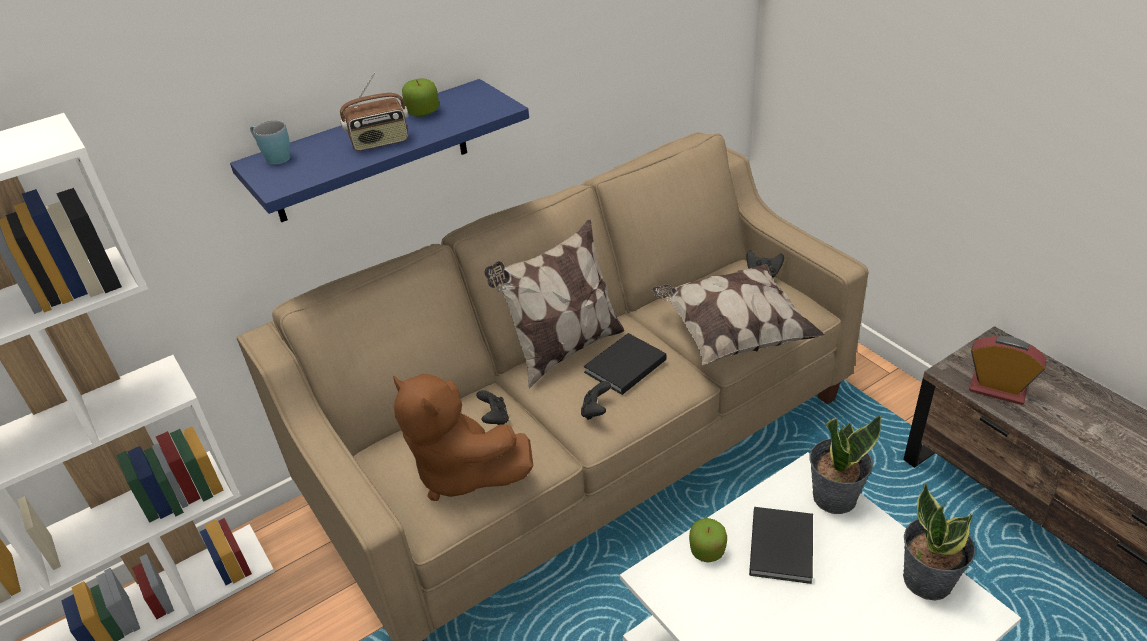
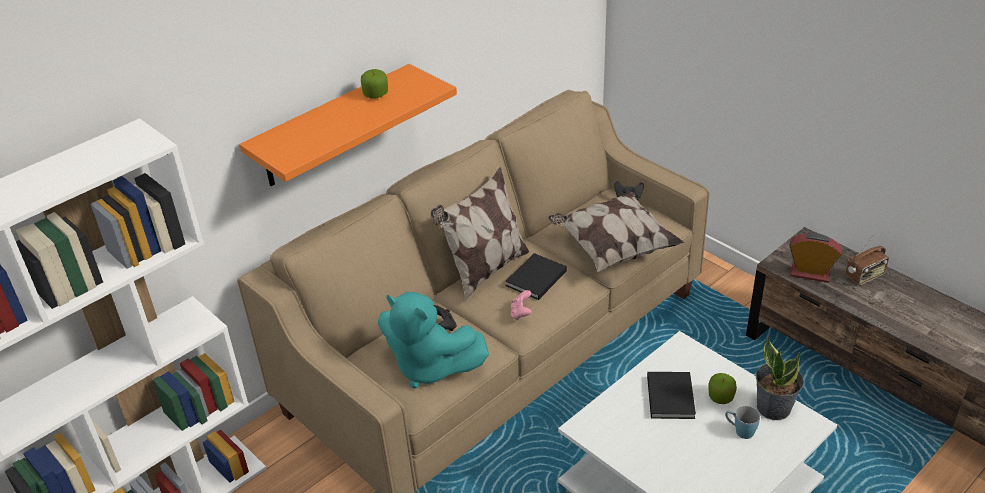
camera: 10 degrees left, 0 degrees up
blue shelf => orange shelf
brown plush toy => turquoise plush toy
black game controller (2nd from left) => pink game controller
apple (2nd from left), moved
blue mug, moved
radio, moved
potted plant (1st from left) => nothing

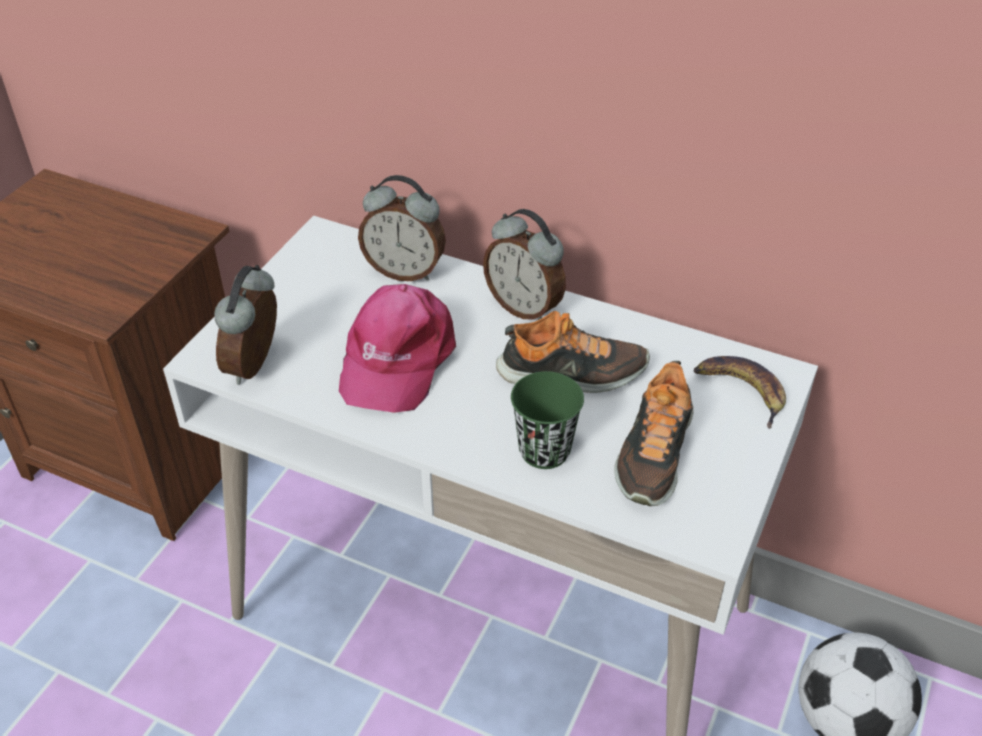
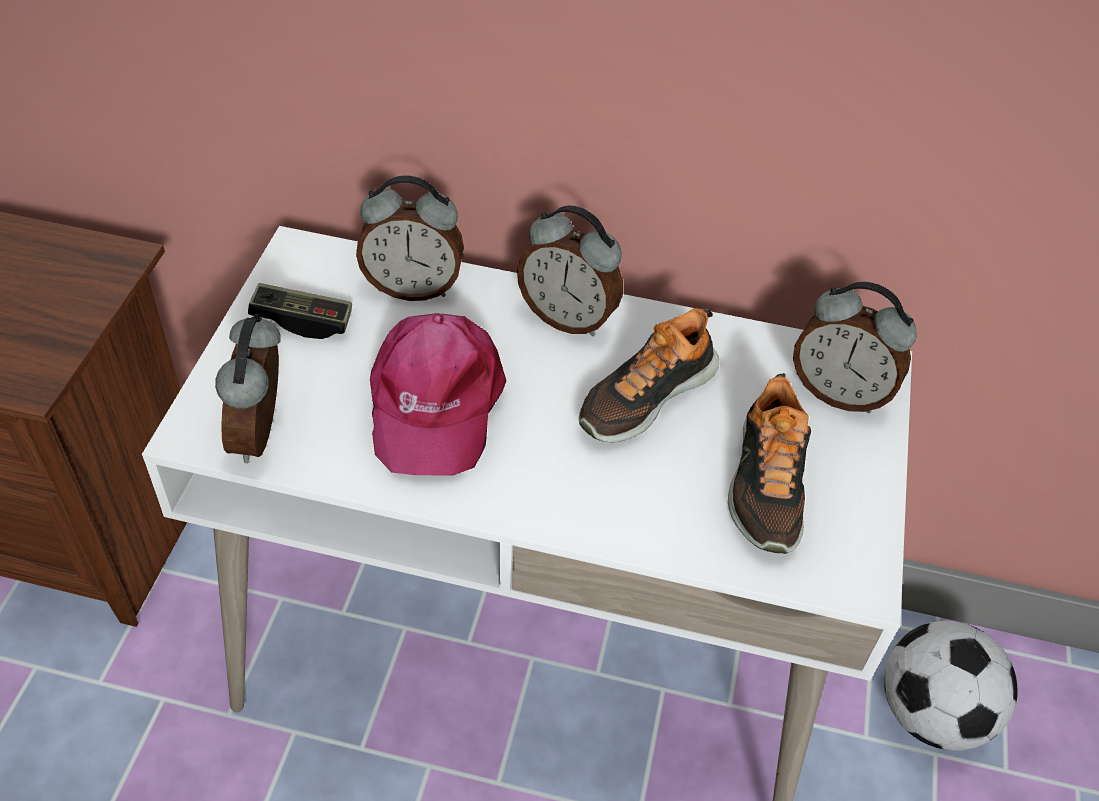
camera: 15 degrees left, 5 degrees up
nothing => game controller
shoe (1st from left), 150 degrees clockwise
banana => alarm clock (4th from left)
green cup => nothing

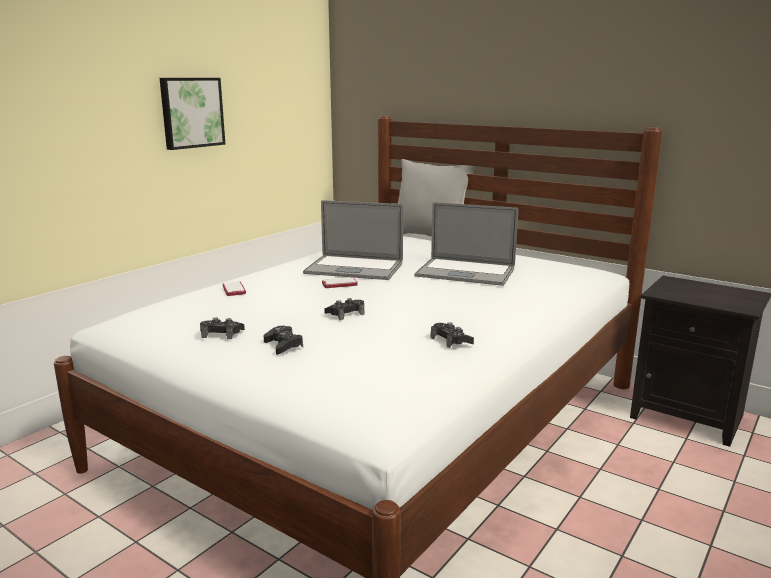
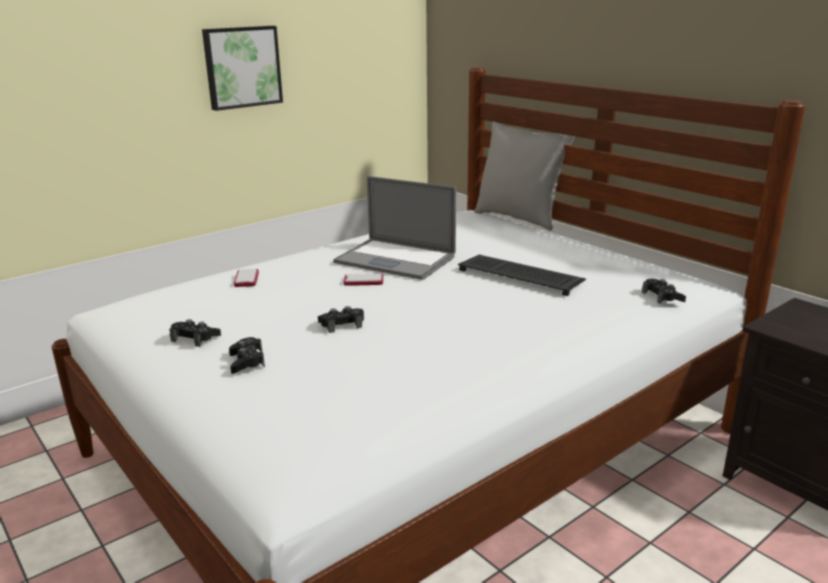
camera: 15 degrees right, 5 degrees up
laptop (2nd from left) => keyboard
black game controller (4th from left), moved

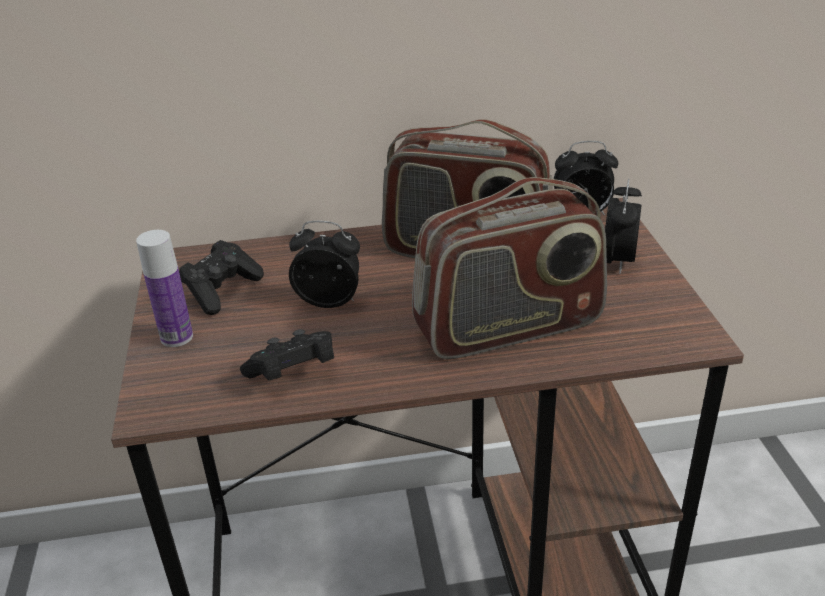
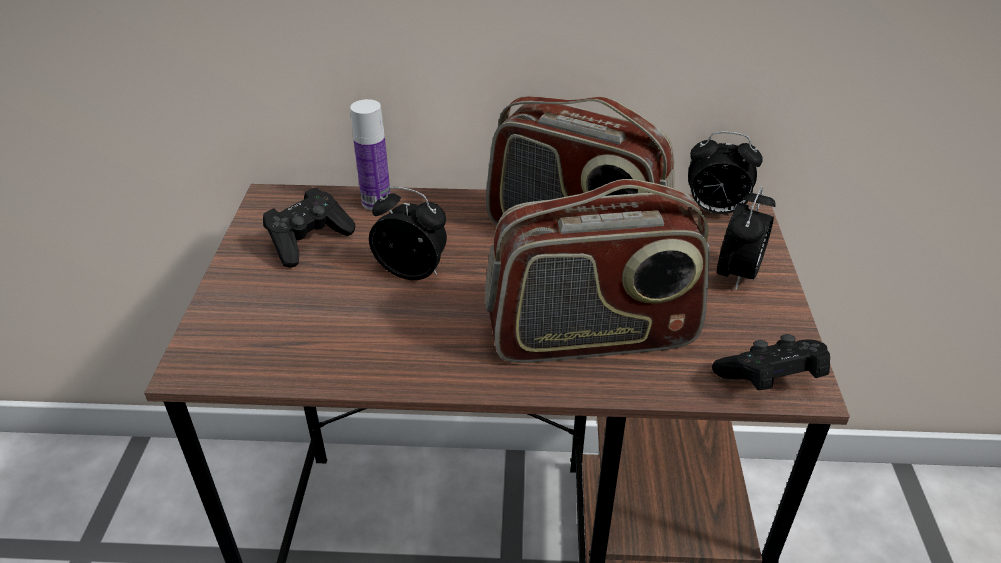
camera: 10 degrees right, 5 degrees up
bottle, moved
black game controller (2nd from left), moved

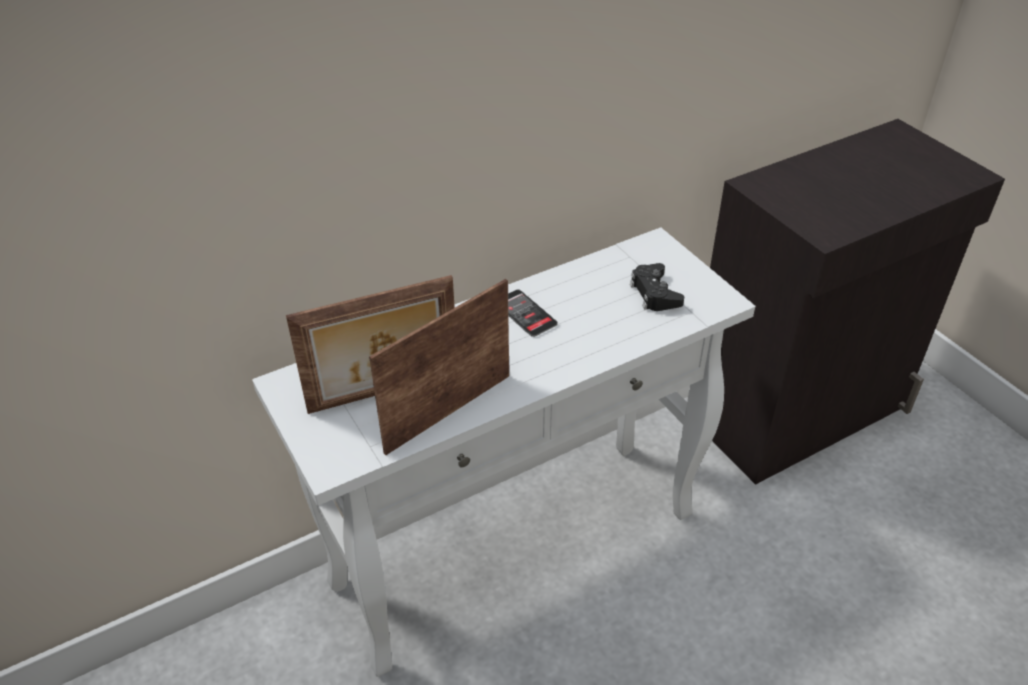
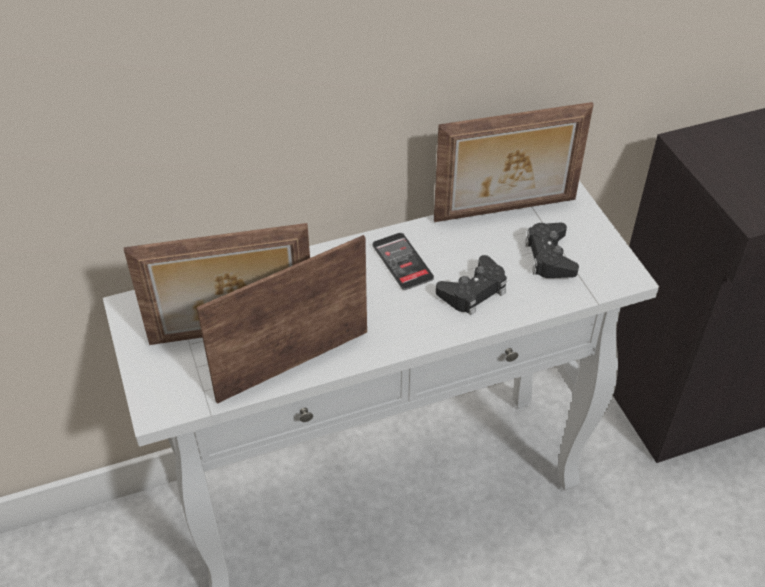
camera: 10 degrees right, 5 degrees up
nothing => picture frame (3rd from left)
nothing => black game controller (1st from left)

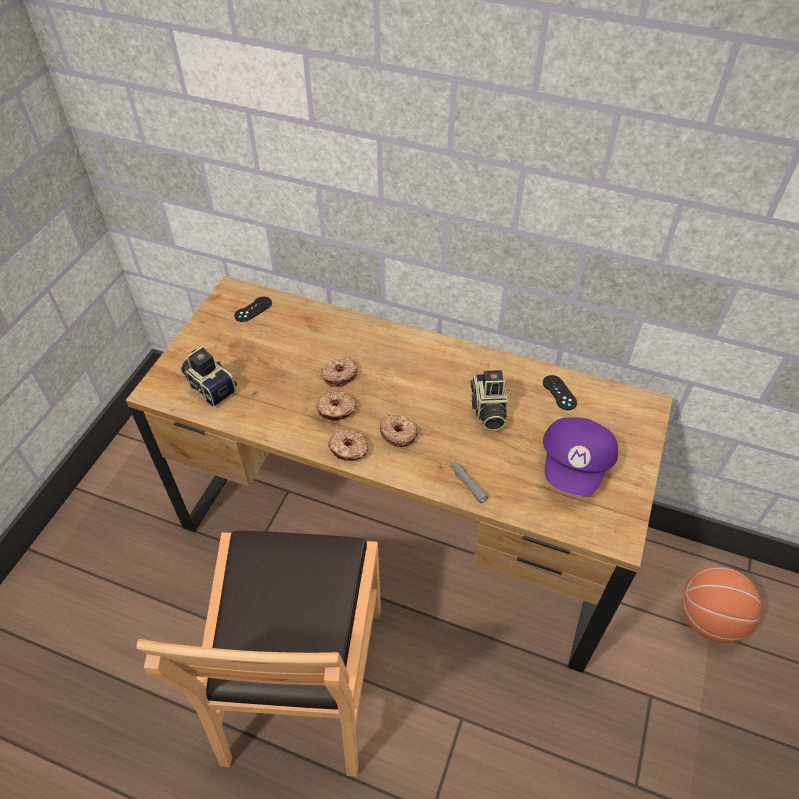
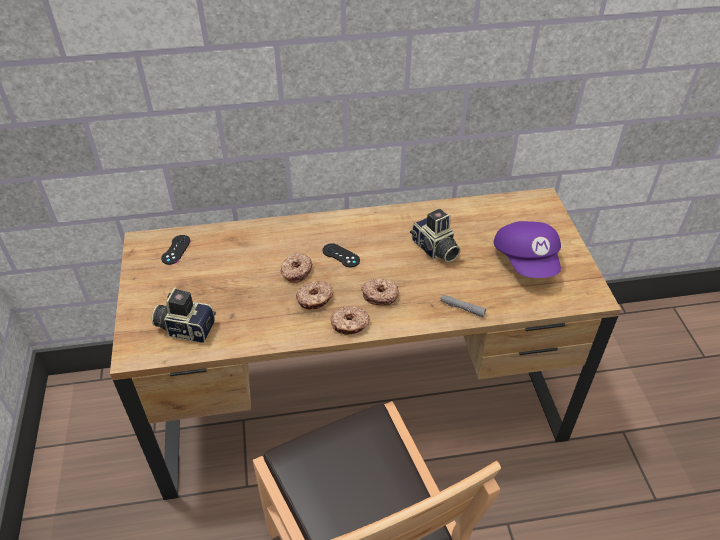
camera: 30 degrees left, 5 degrees down
black game controller (2nd from left), moved
basketball => nothing

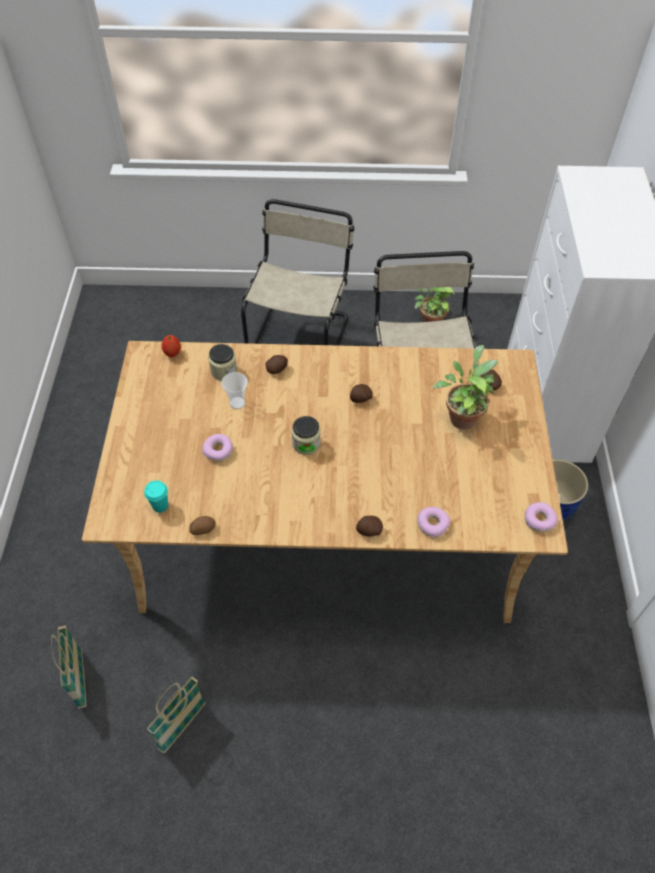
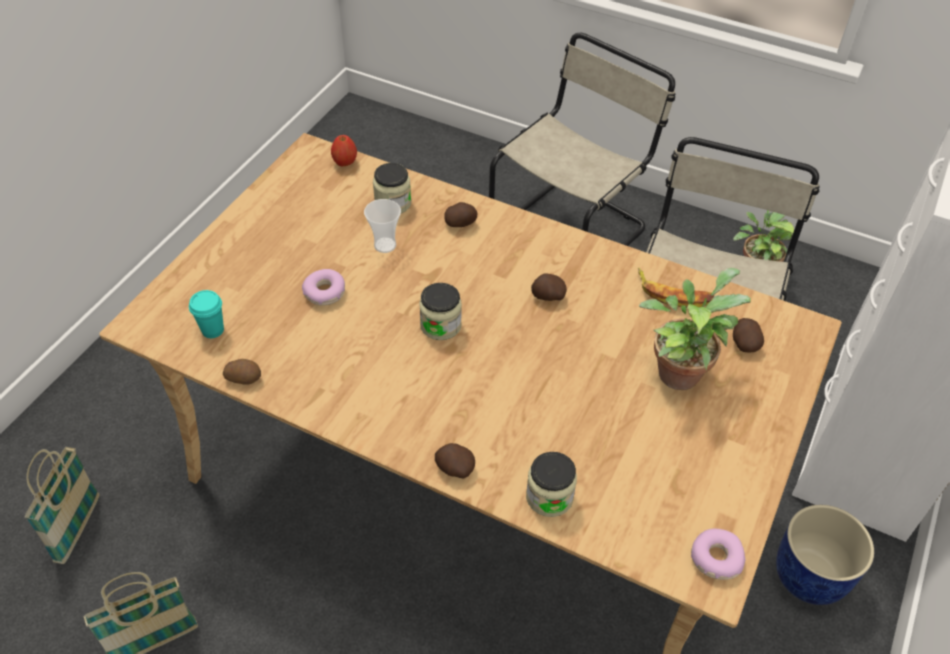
camera: 25 degrees right, 5 degrees down
donut (2nd from left) => jar (3rd from left)
nothing => banana

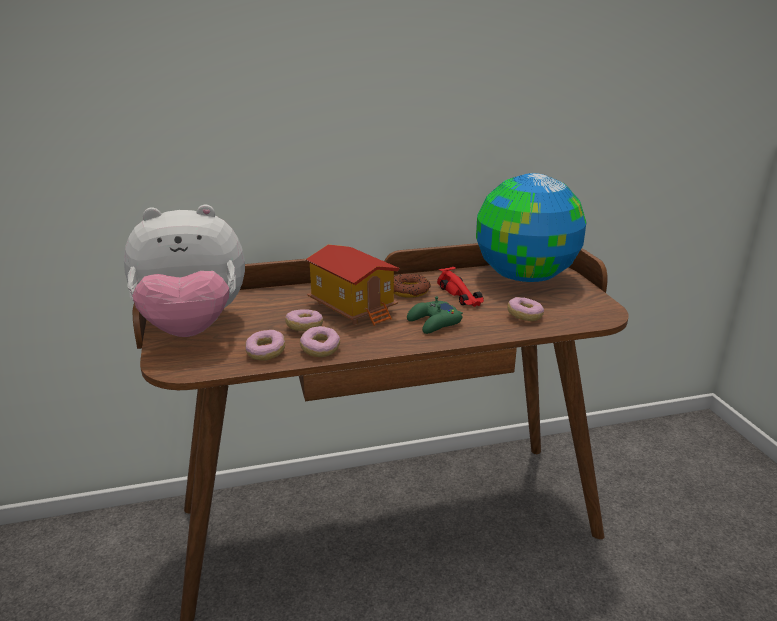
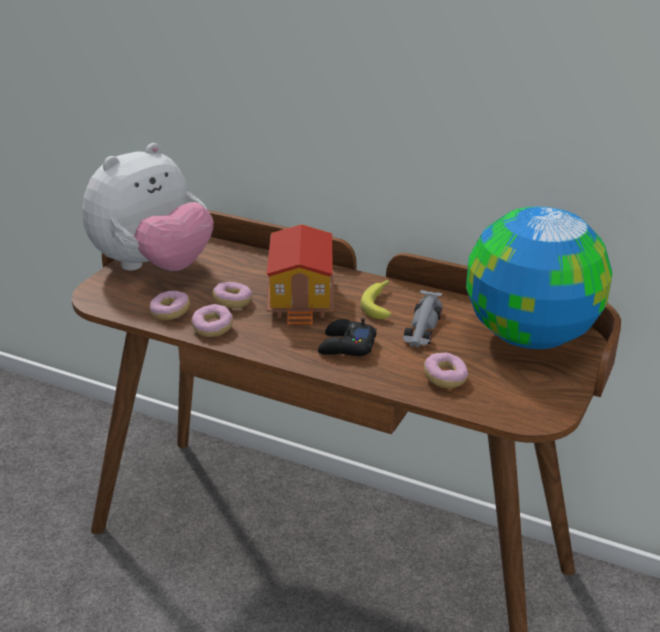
camera: 40 degrees right, 5 degrees up
plush toy, 75 degrees counterclockwise
green game controller => black game controller
donut (4th from left) => banana
red toy car => grey toy car

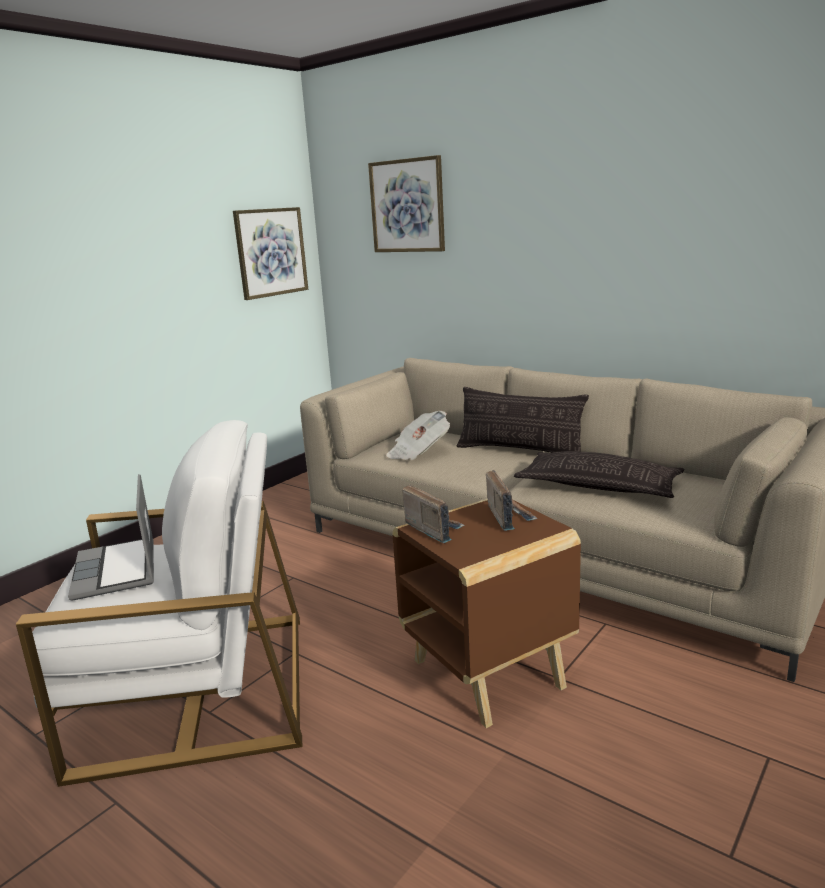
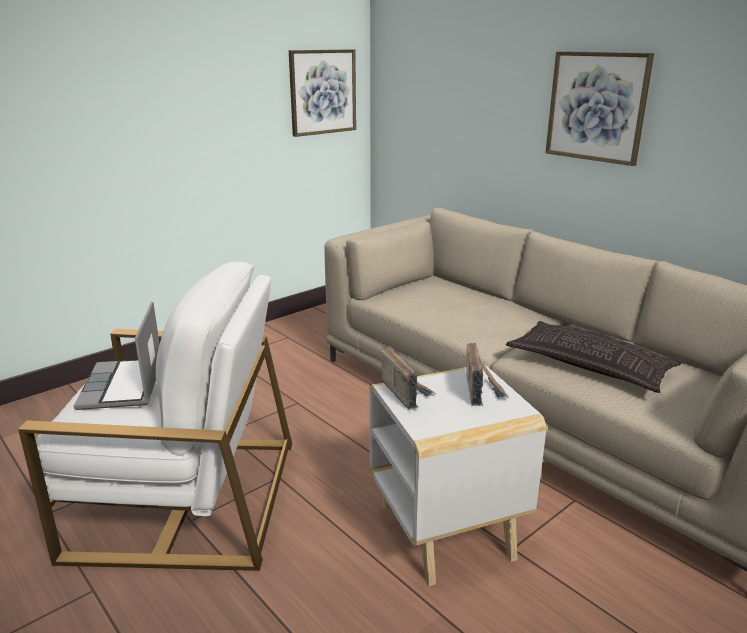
camera: 10 degrees right, 5 degrees up
brown side table => white side table
picture (2nd from left), moved
newspaper => nothing
pillow (1st from left) => nothing

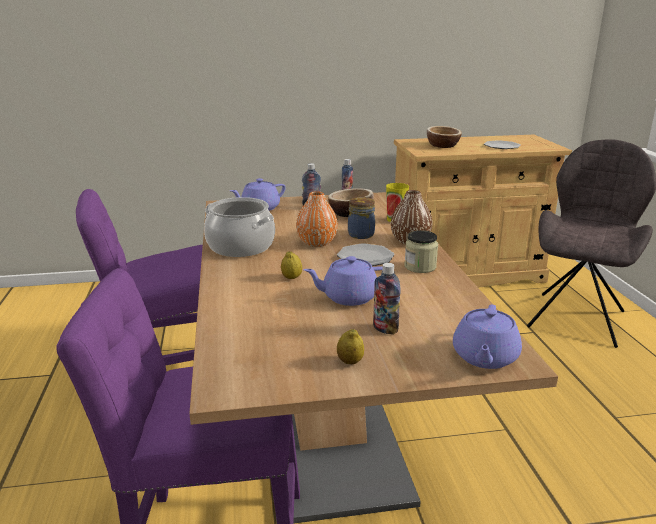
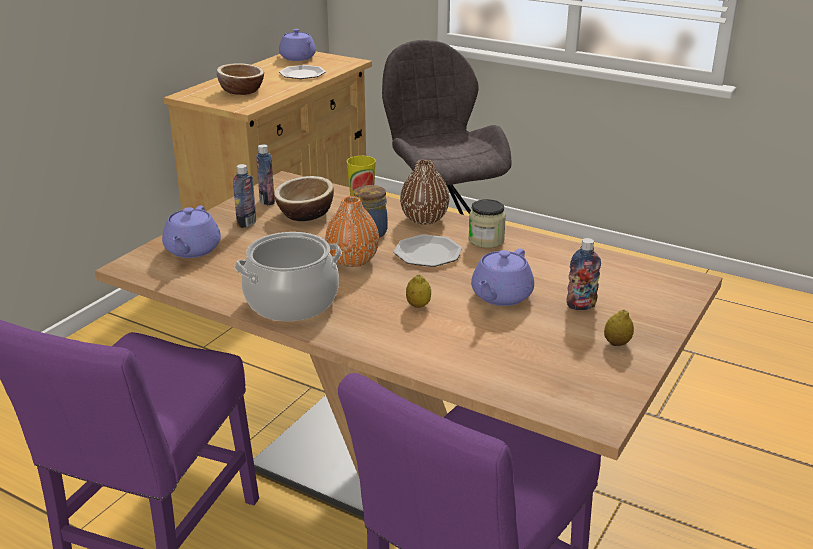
camera: 50 degrees left, 5 degrees up
purple teapot (3rd from left in the first image) => purple teapot (2nd from left), moved

